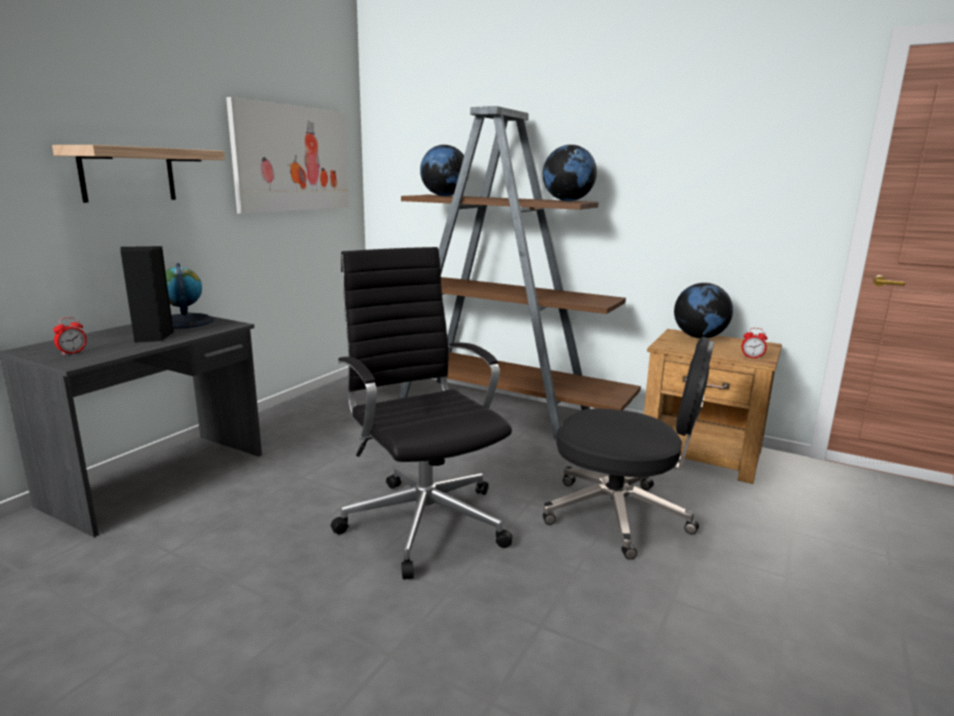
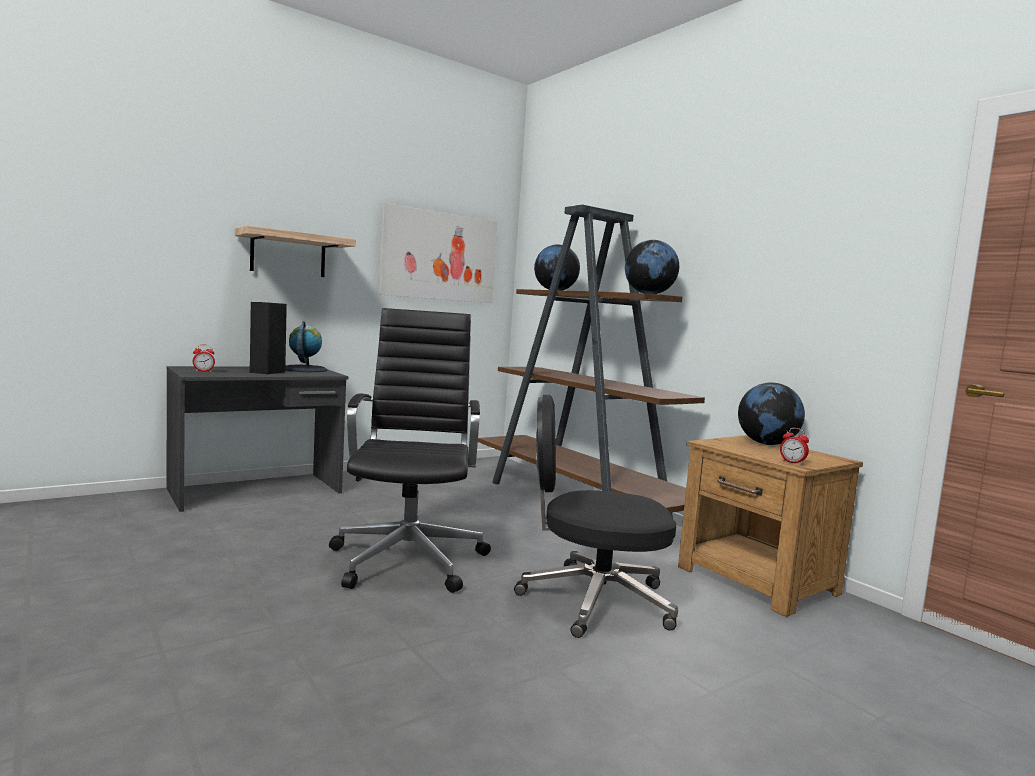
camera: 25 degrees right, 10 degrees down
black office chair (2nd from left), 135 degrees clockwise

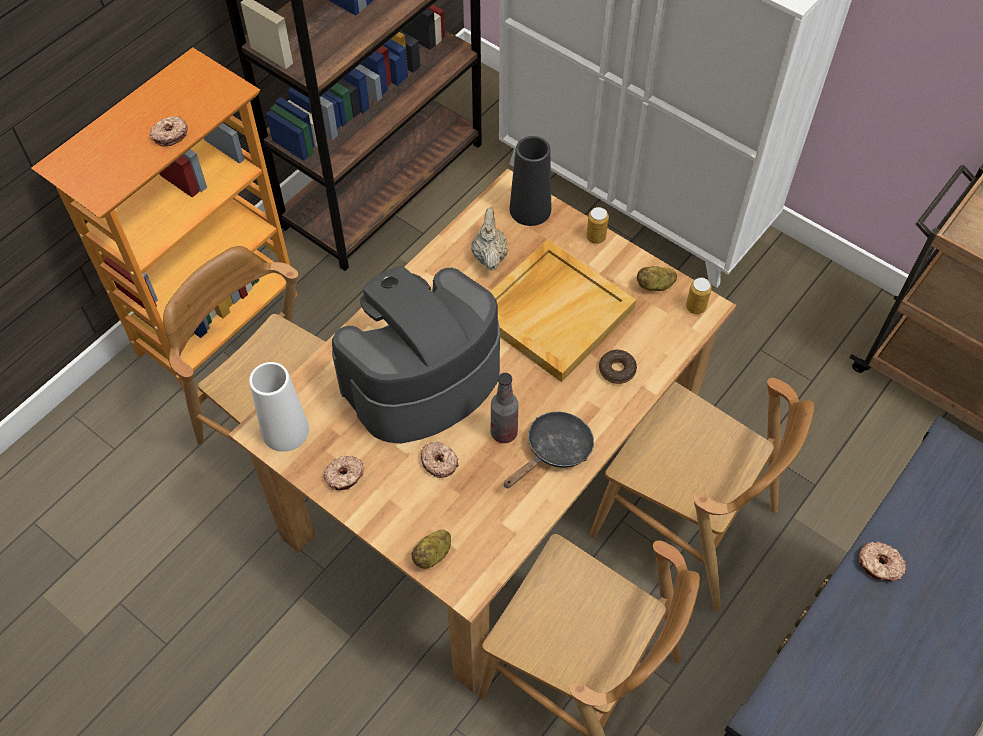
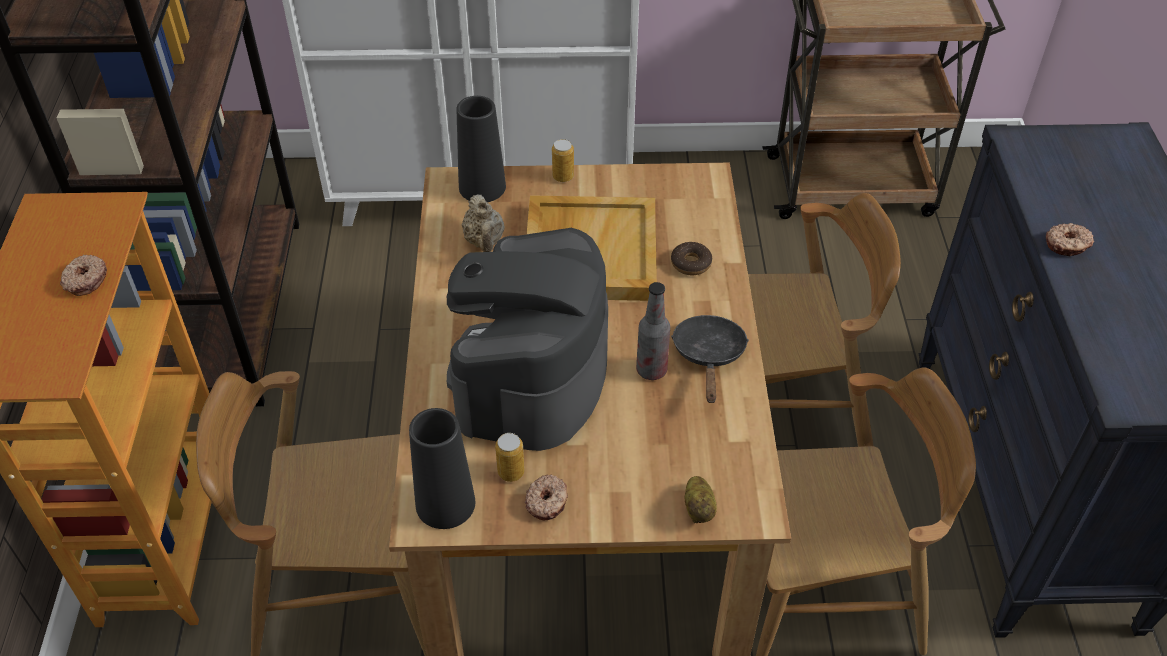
camera: 40 degrees left, 10 degrees down
white vase => black vase (1st from left)
beige teapot, 150 degrees counterclockwise
can (2nd from left in the first image) => can (1st from left), moved
donut (3rd from left) => nothing
potato (2nd from left) => nothing

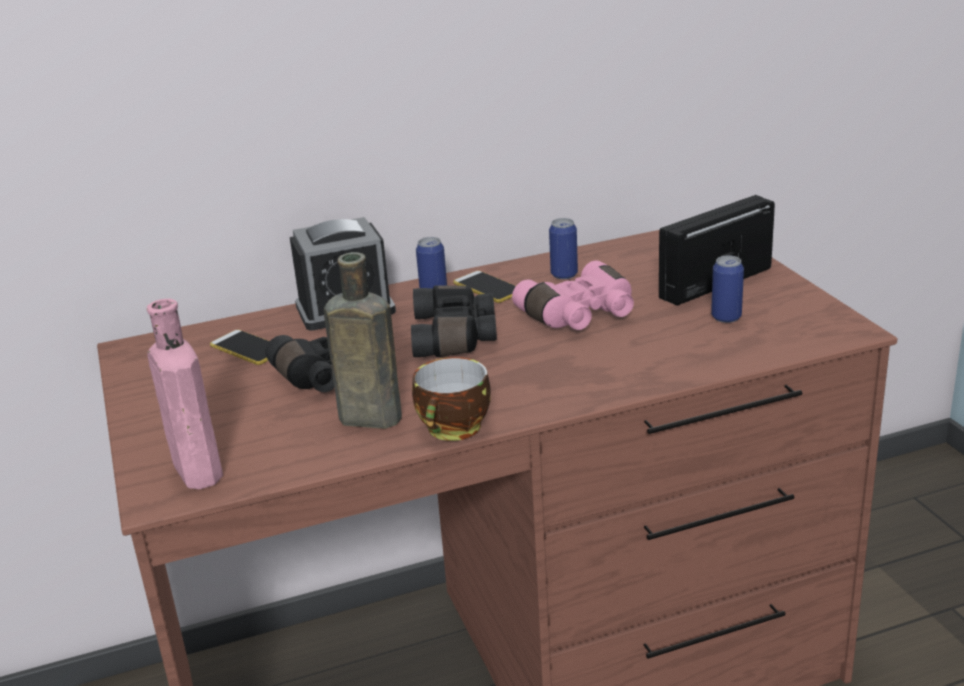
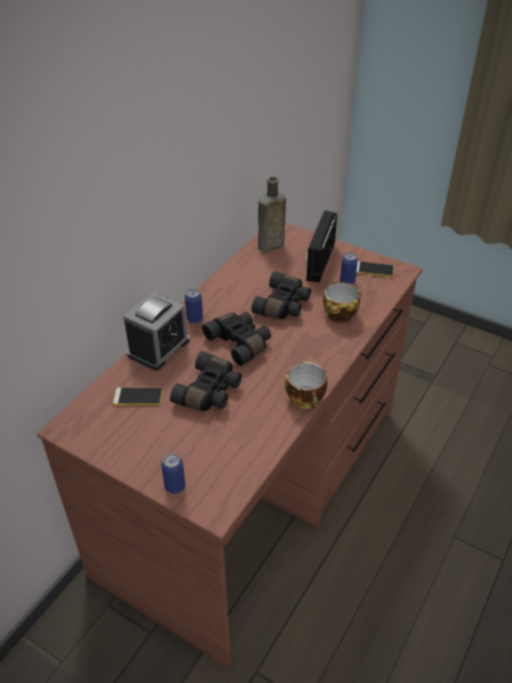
camera: 40 degrees left, 15 degrees up
can (2nd from left in the first image) => can (1st from left), moved
pink binoculars => black binoculars (3rd from left)
brown bottle, moved
nothing => cup (2nd from left)
phone (2nd from left), moved
pink bottle => nothing

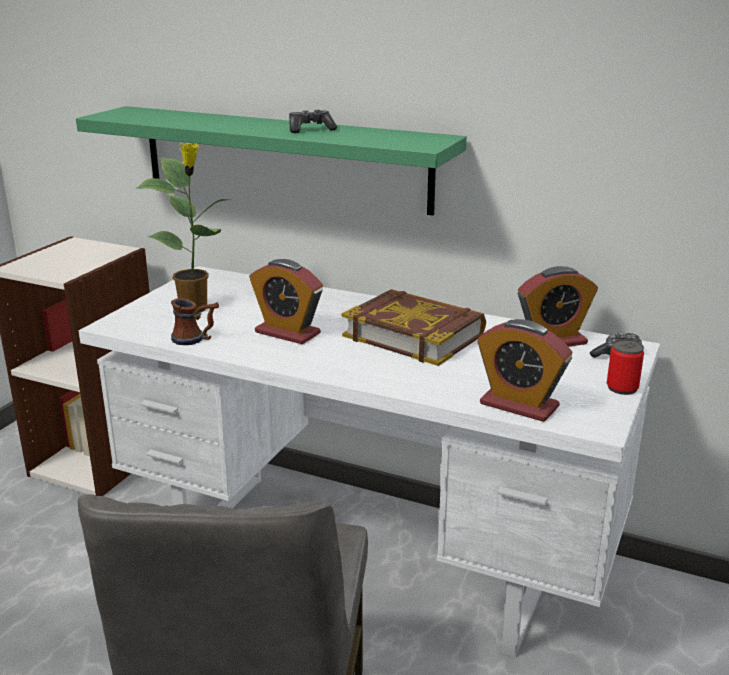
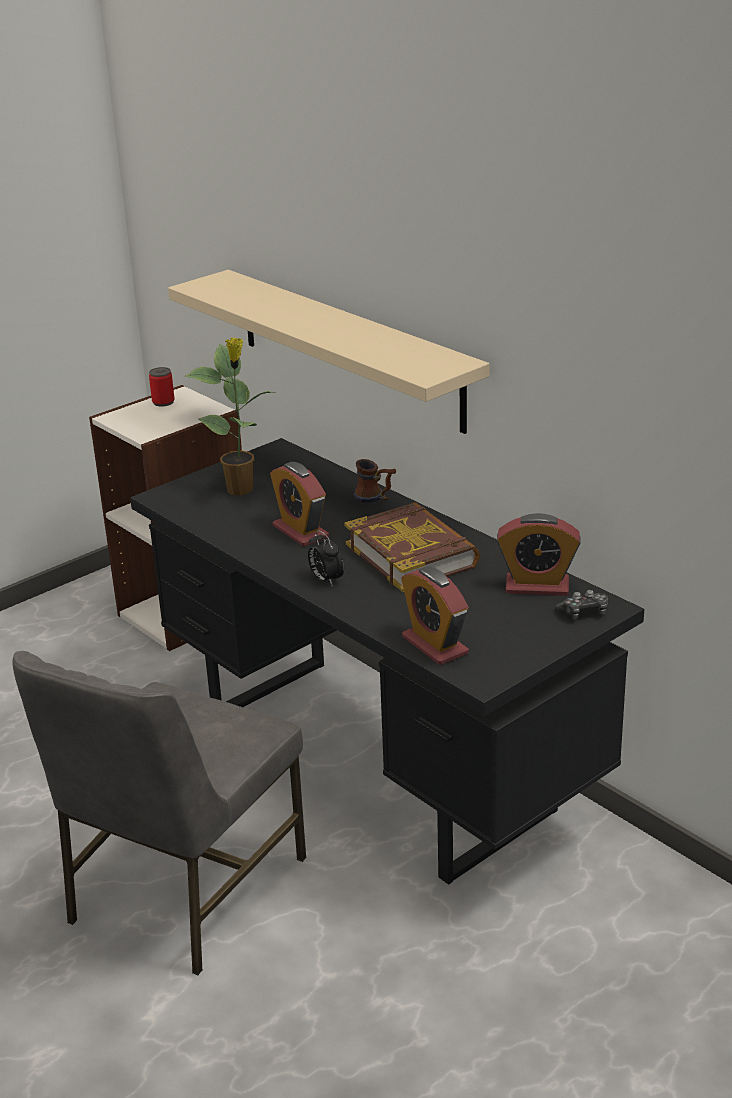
camera: 25 degrees right, 5 degrees up
white desk => black desk
can, moved
green shelf => beige shelf
nothing => alarm clock (2nd from left)
mug, moved
game controller (1st from left) => nothing

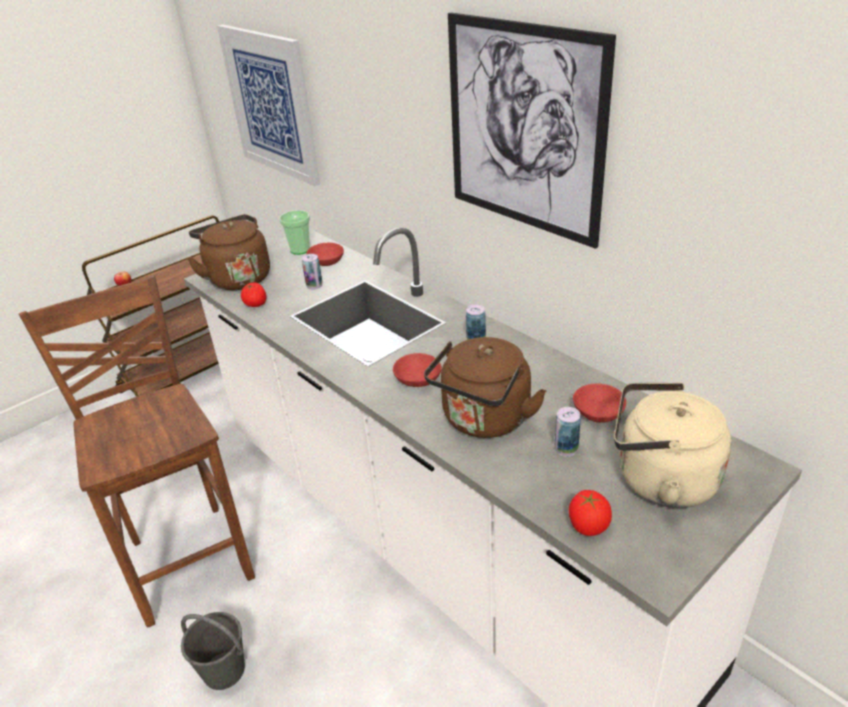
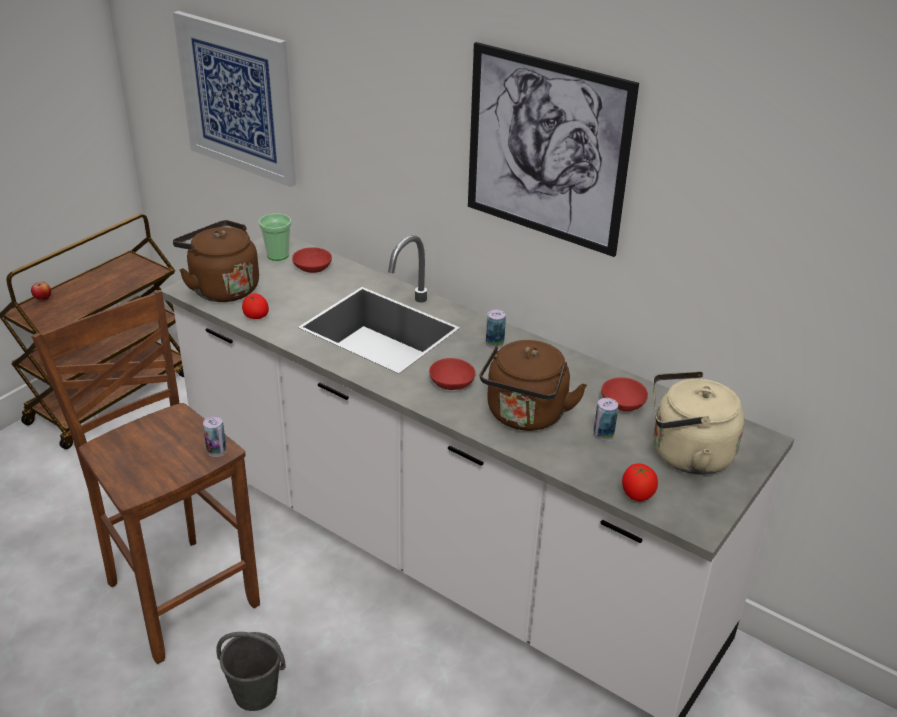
camera: 15 degrees left, 0 degrees up
can (1st from left), moved

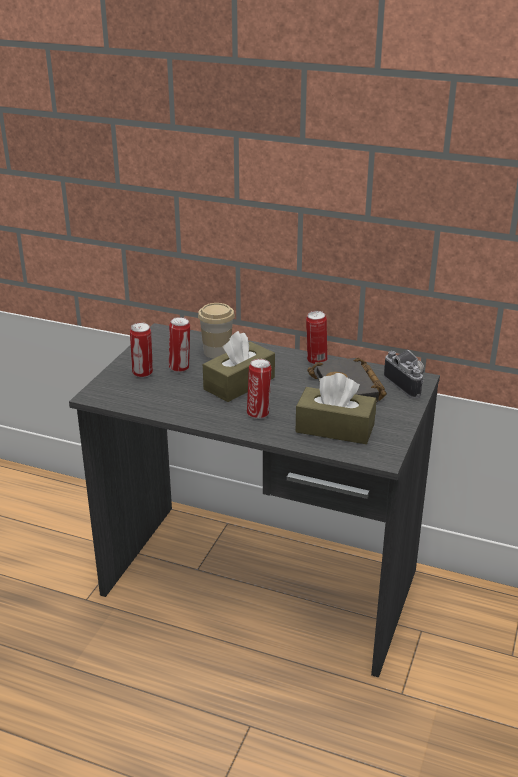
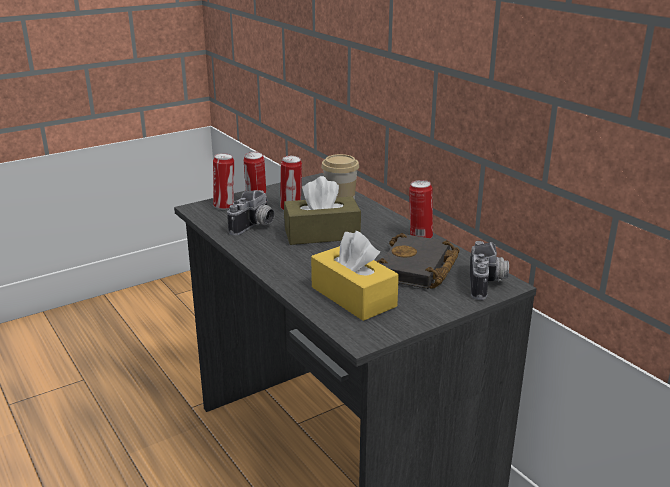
camera: 35 degrees right, 5 degrees down
can (3rd from left in the first image) => can (1st from left), moved
nothing => photo camera (1st from left)
brown tissue box (2nd from left) => yellow tissue box

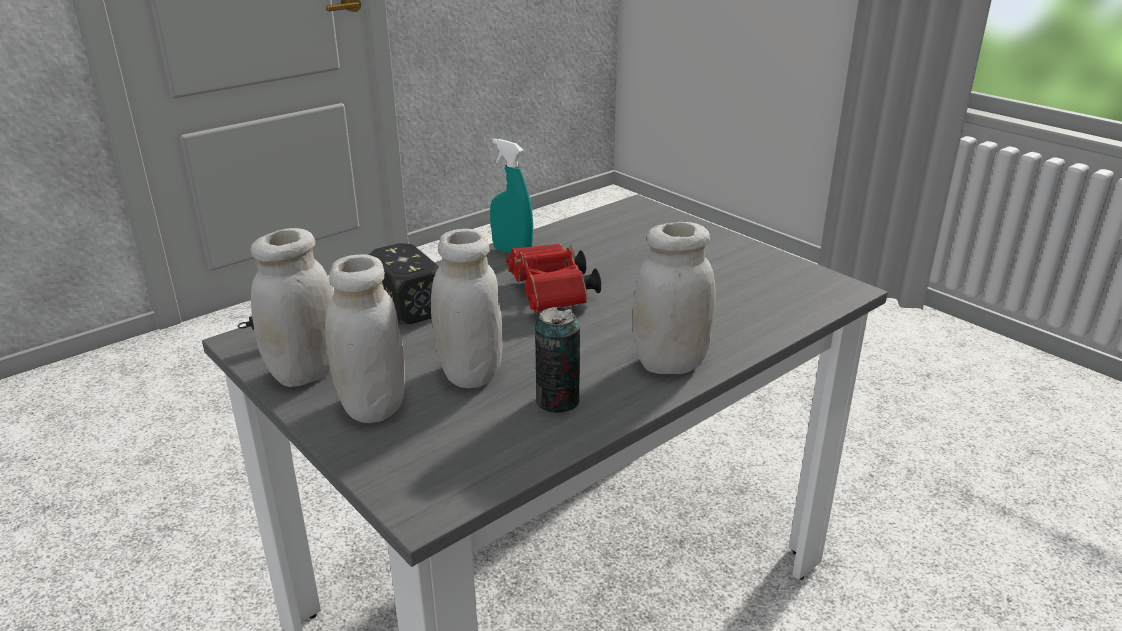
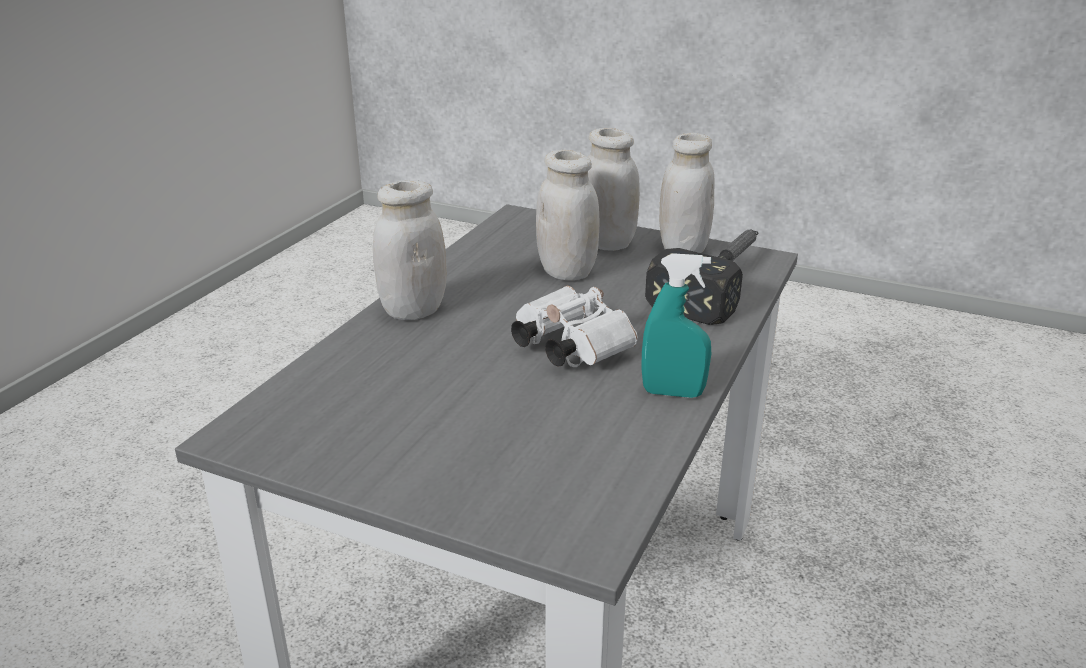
camera: 155 degrees right, 0 degrees up
red binoculars => white binoculars
can => nothing

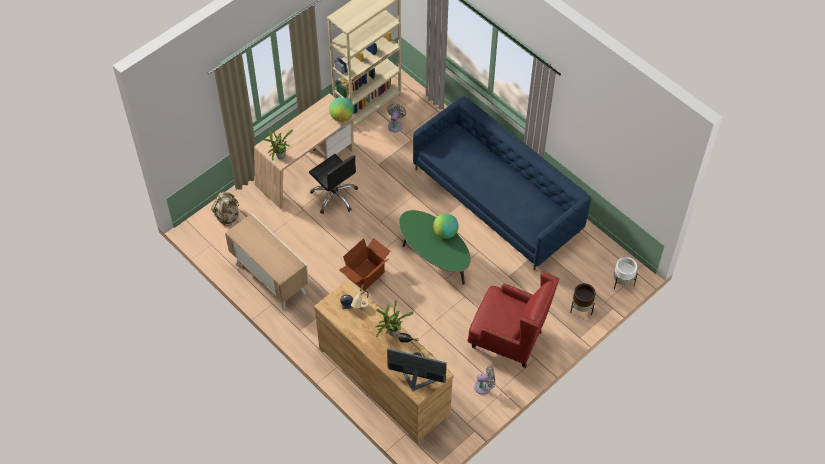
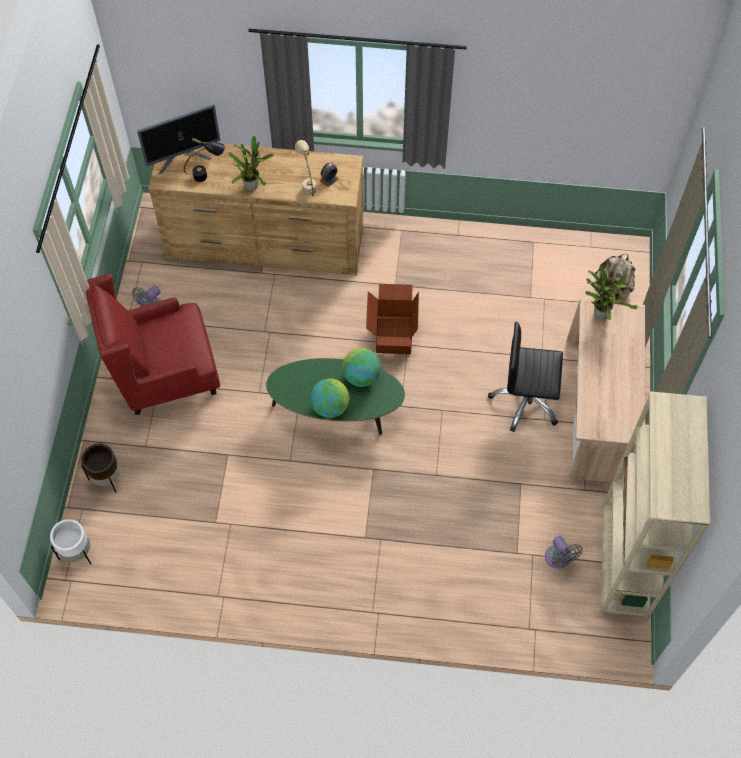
camera: 140 degrees right, 5 degrees up
globe (1st from left in the first image) => globe (2nd from left), moved
cabinet => nothing
blue sofa => nothing

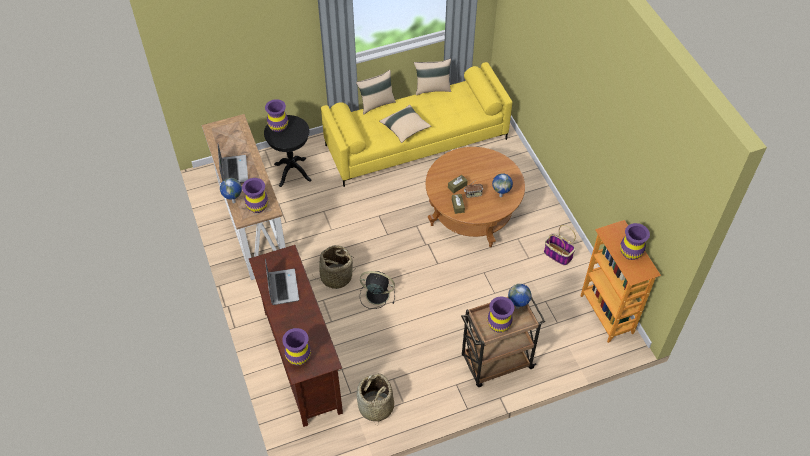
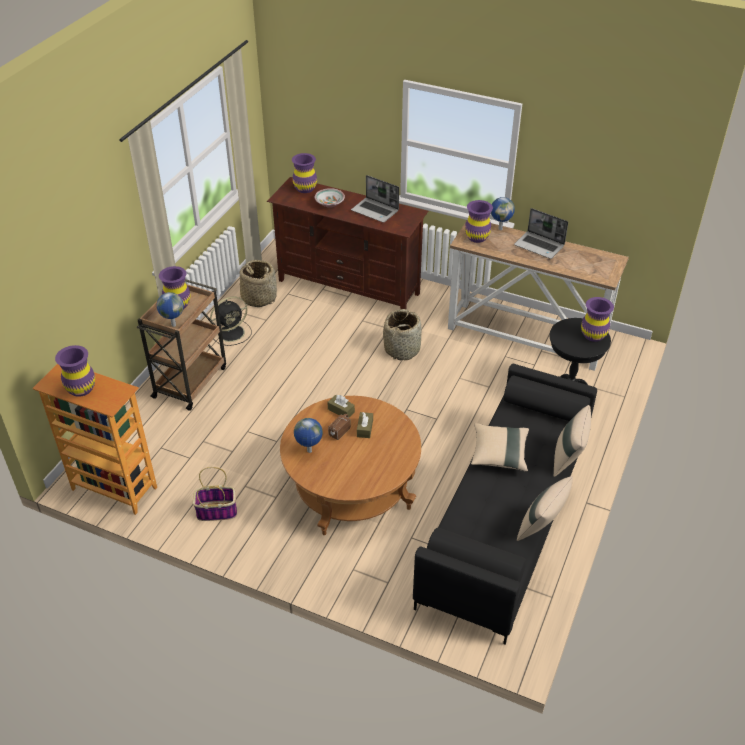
camera: 135 degrees right, 10 degrees down
black fan, moved
nothing => bowl
yellow sofa => black sofa

